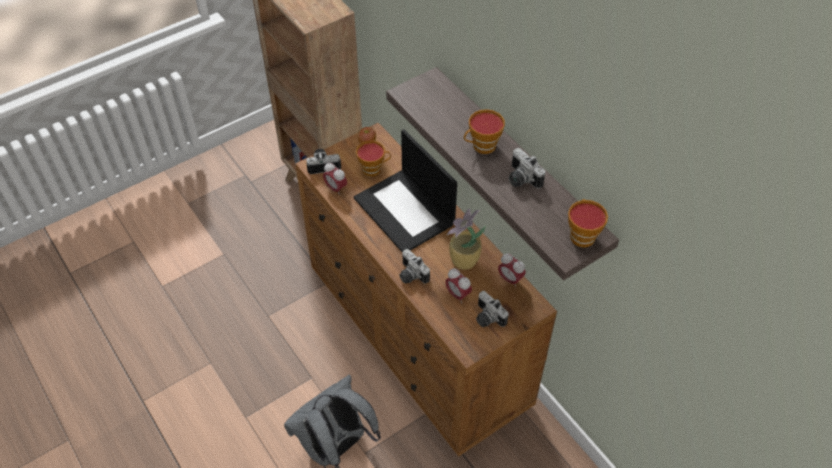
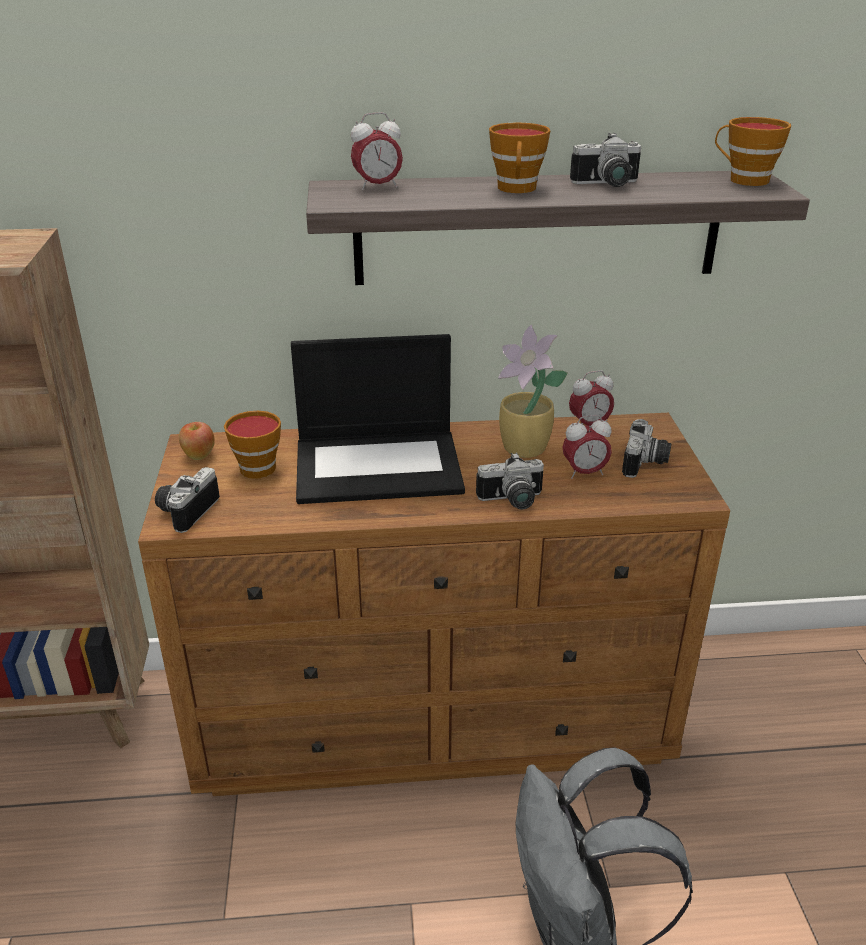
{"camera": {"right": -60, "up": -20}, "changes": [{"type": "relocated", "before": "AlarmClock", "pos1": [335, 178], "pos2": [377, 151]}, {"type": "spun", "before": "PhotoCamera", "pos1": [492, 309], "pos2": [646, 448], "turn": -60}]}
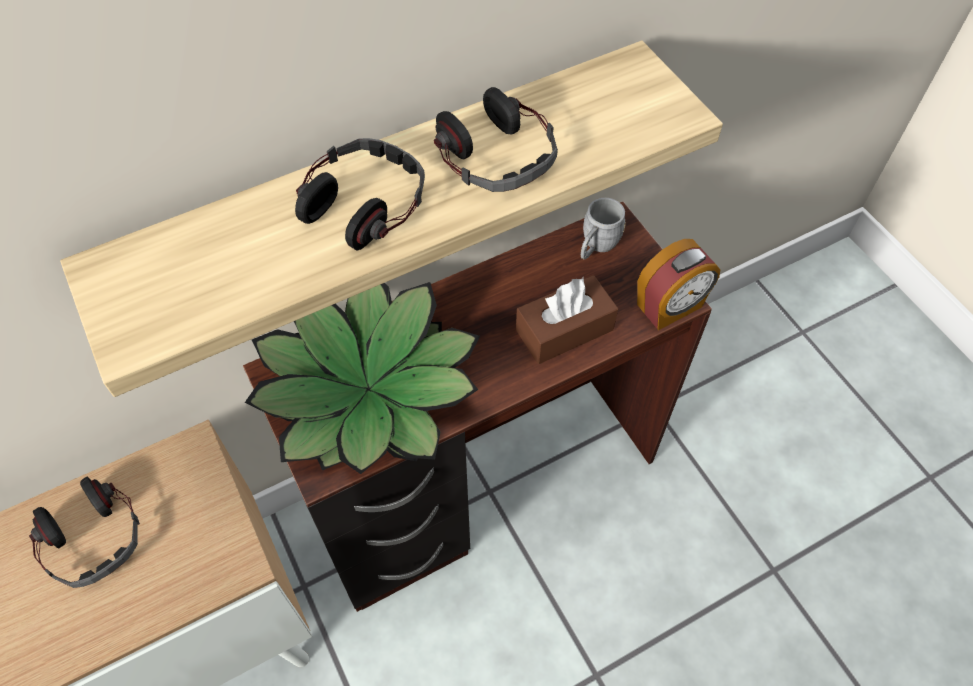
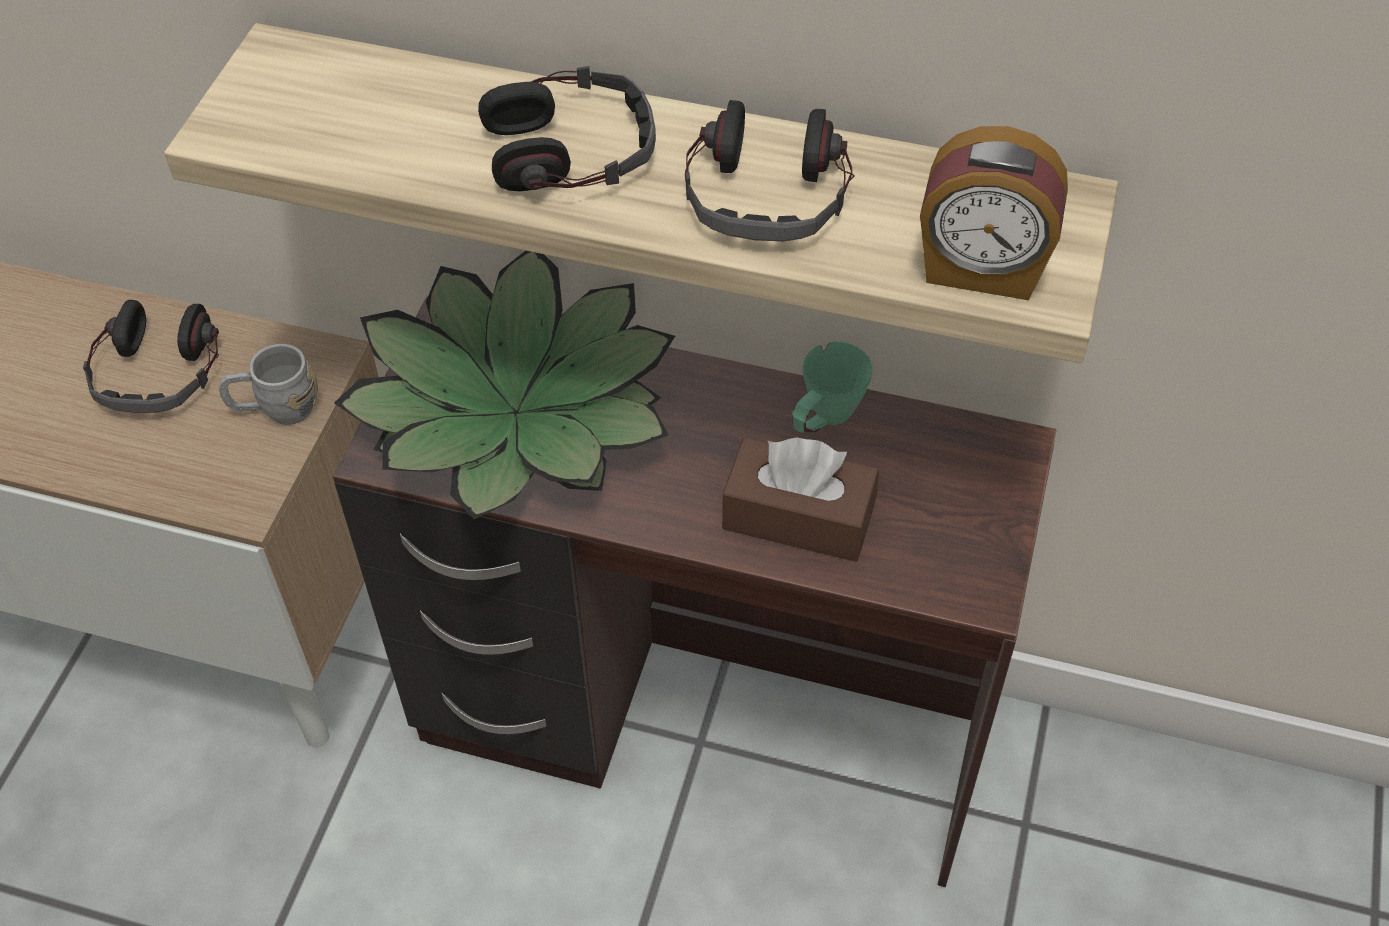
{"camera": {"right": 45, "up": -5}, "changes": [{"type": "relocated", "before": "GreyMug", "pos1": [603, 228], "pos2": [268, 384]}, {"type": "appeared", "after": "GreenMug", "pos2": [832, 387]}, {"type": "relocated", "before": "AlarmClock", "pos1": [678, 284], "pos2": [994, 213]}]}
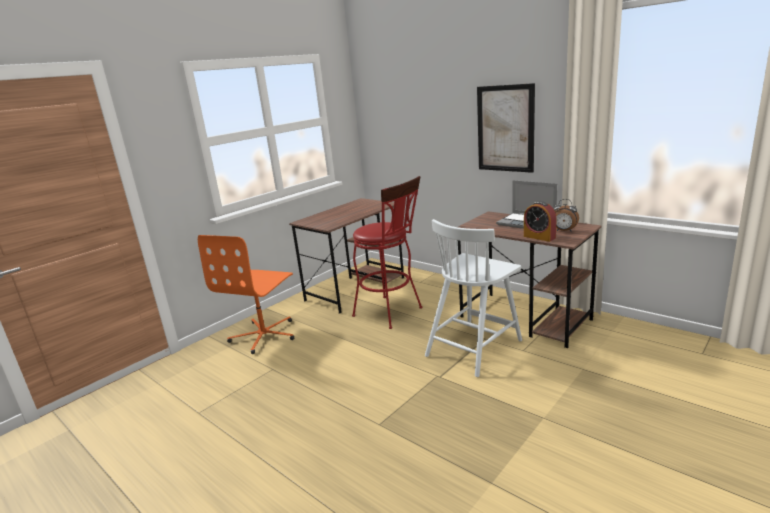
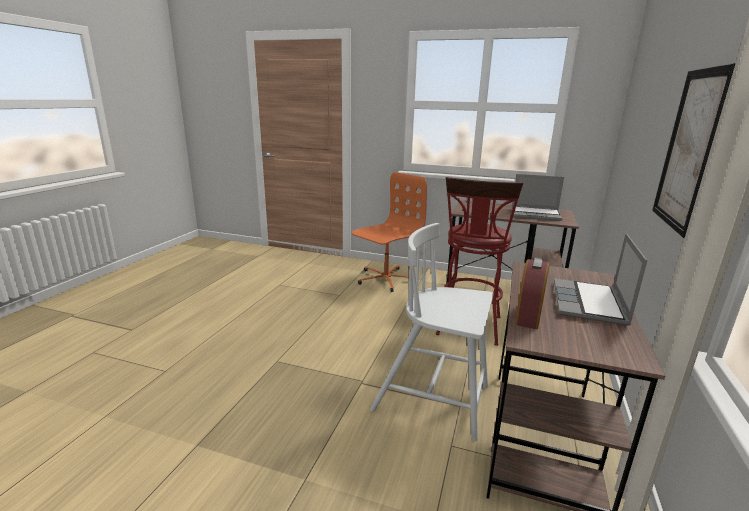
{"camera": {"right": 65, "up": 0}, "changes": [{"type": "spun", "before": "OrangeOfficeChair", "pos1": [246, 294], "pos2": [389, 232], "turn": 135}, {"type": "appeared", "after": "Laptop", "pos2": [538, 197]}, {"type": "missing", "before": "AlarmClock", "pos1": [566, 215]}]}
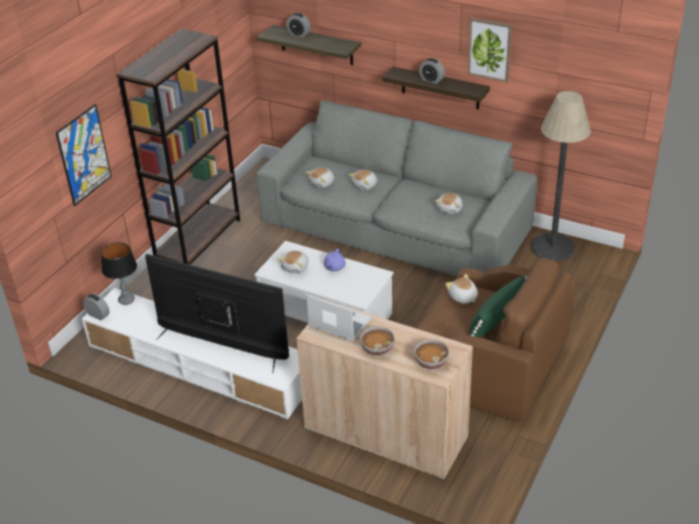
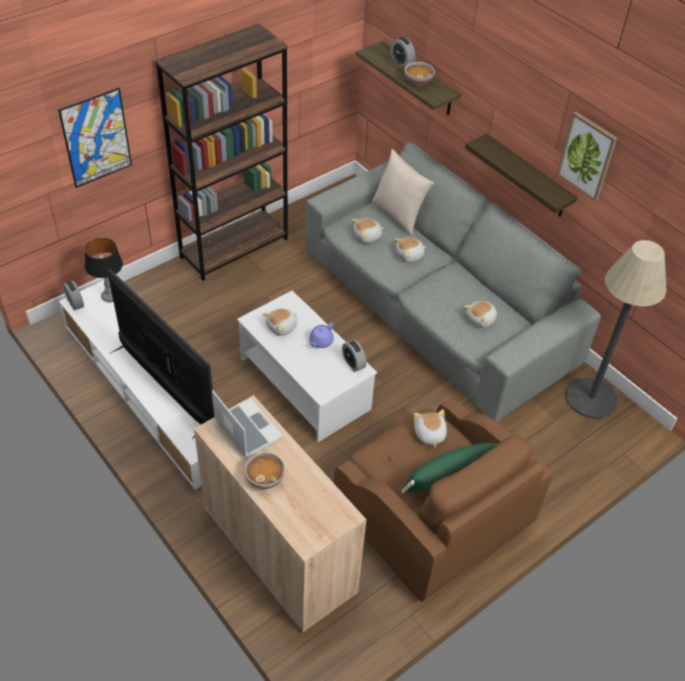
{"camera": {"right": 20, "up": 10}, "changes": [{"type": "relocated", "before": "AlarmClock", "pos1": [432, 71], "pos2": [354, 356]}, {"type": "appeared", "after": "BeigePillow", "pos2": [403, 192]}, {"type": "relocated", "before": "Bowl", "pos1": [431, 354], "pos2": [420, 74]}]}
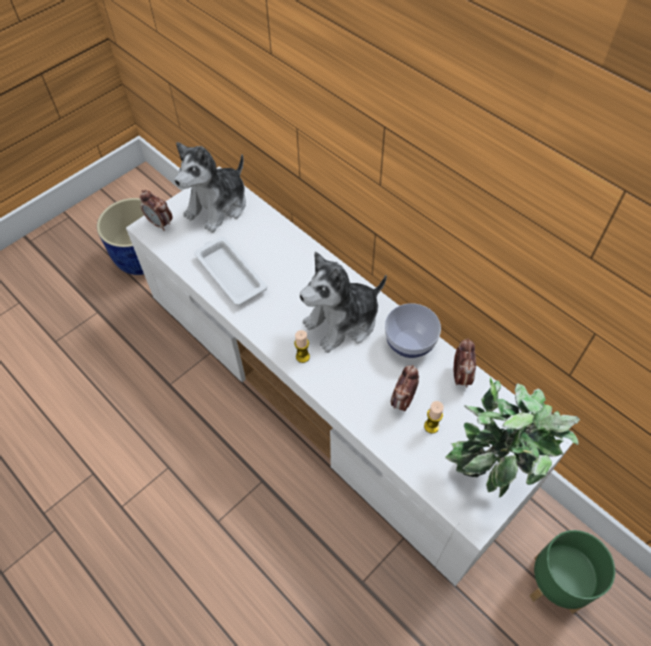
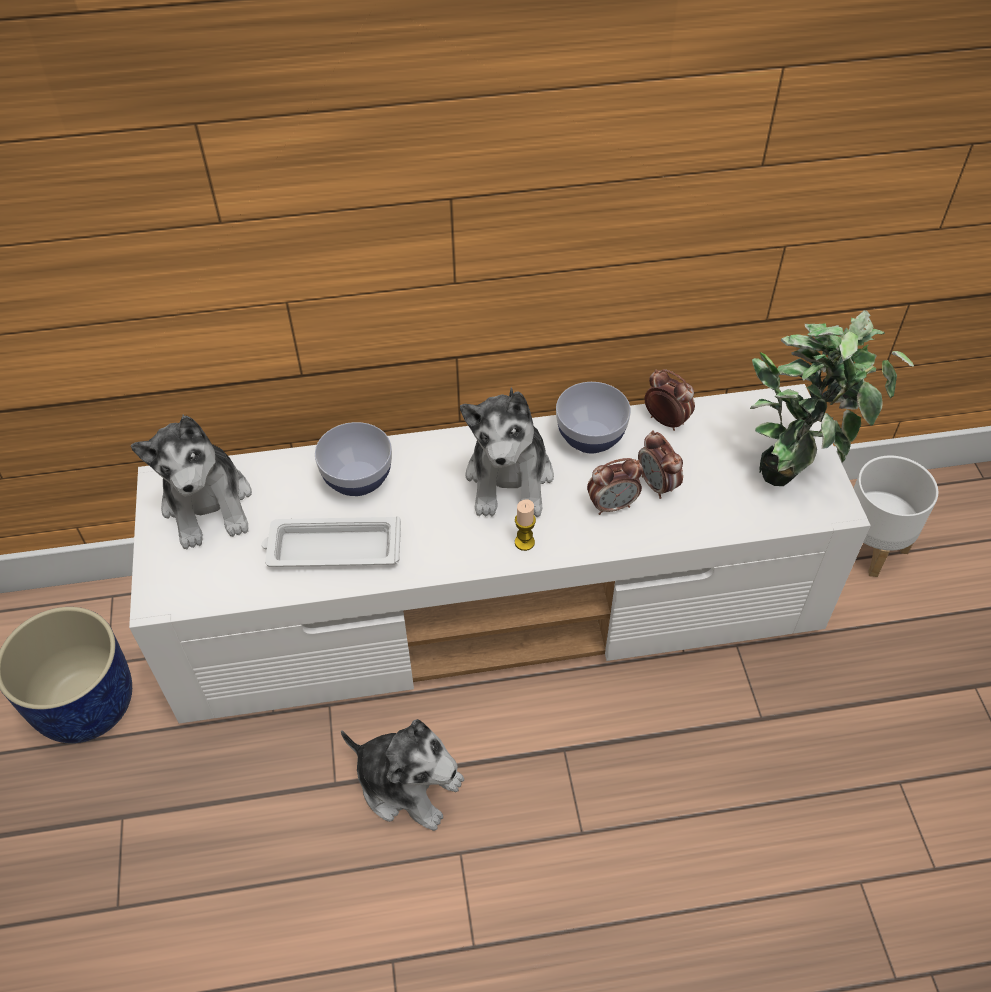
{"camera": {"right": -55, "up": -5}, "changes": [{"type": "appeared", "after": "Bowl", "pos2": [353, 459]}, {"type": "appeared", "after": "PlushToy", "pos2": [402, 775]}, {"type": "relocated", "before": "AlarmClock", "pos1": [156, 210], "pos2": [615, 486]}, {"type": "colour", "before": "GreenPlanter", "after": "WhitePlanter", "pos1": [572, 572], "pos2": [896, 516]}, {"type": "missing", "before": "Candle", "pos1": [434, 417]}]}
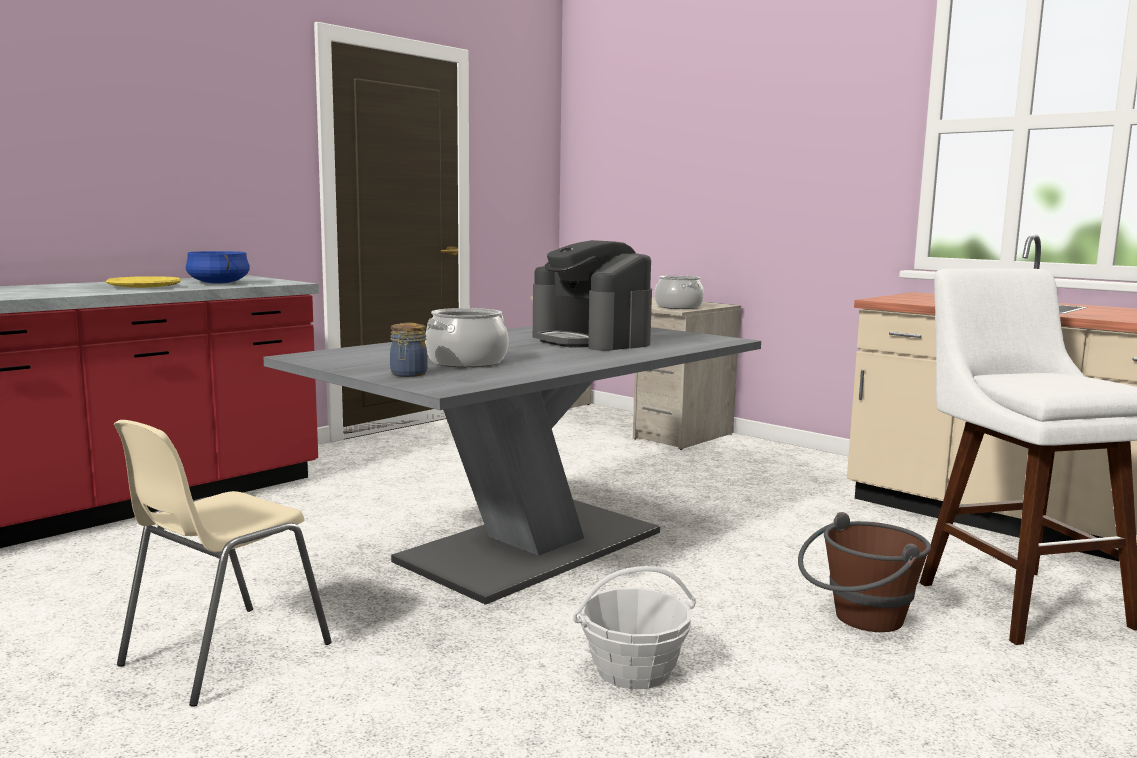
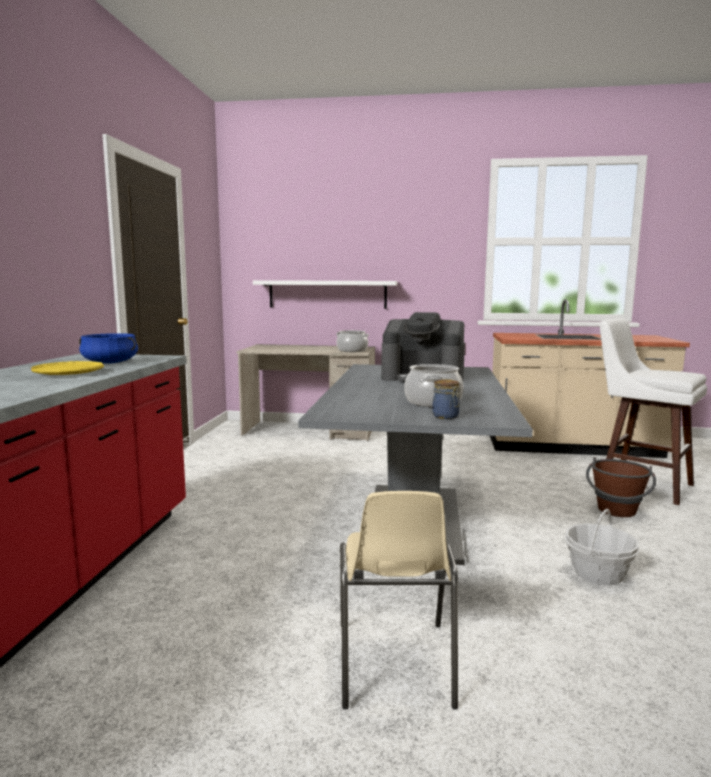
{"camera": {"right": -35, "up": 0}, "changes": [{"type": "appeared", "after": "WhiteShelf", "pos2": [325, 294]}]}
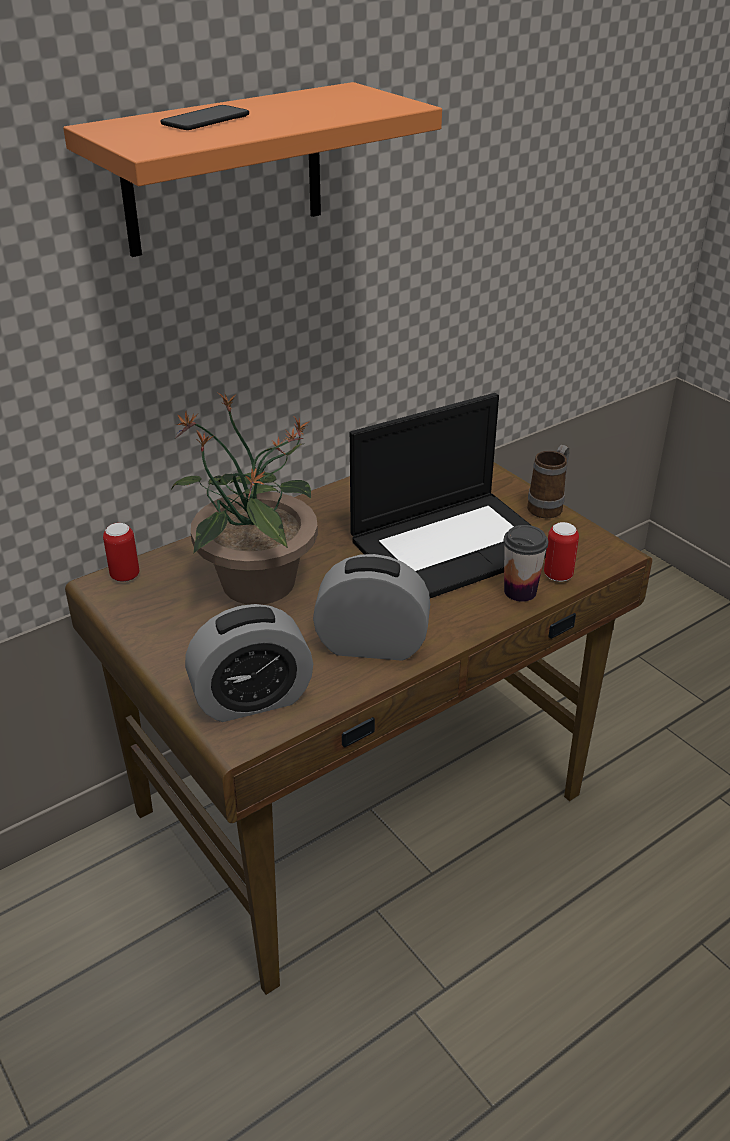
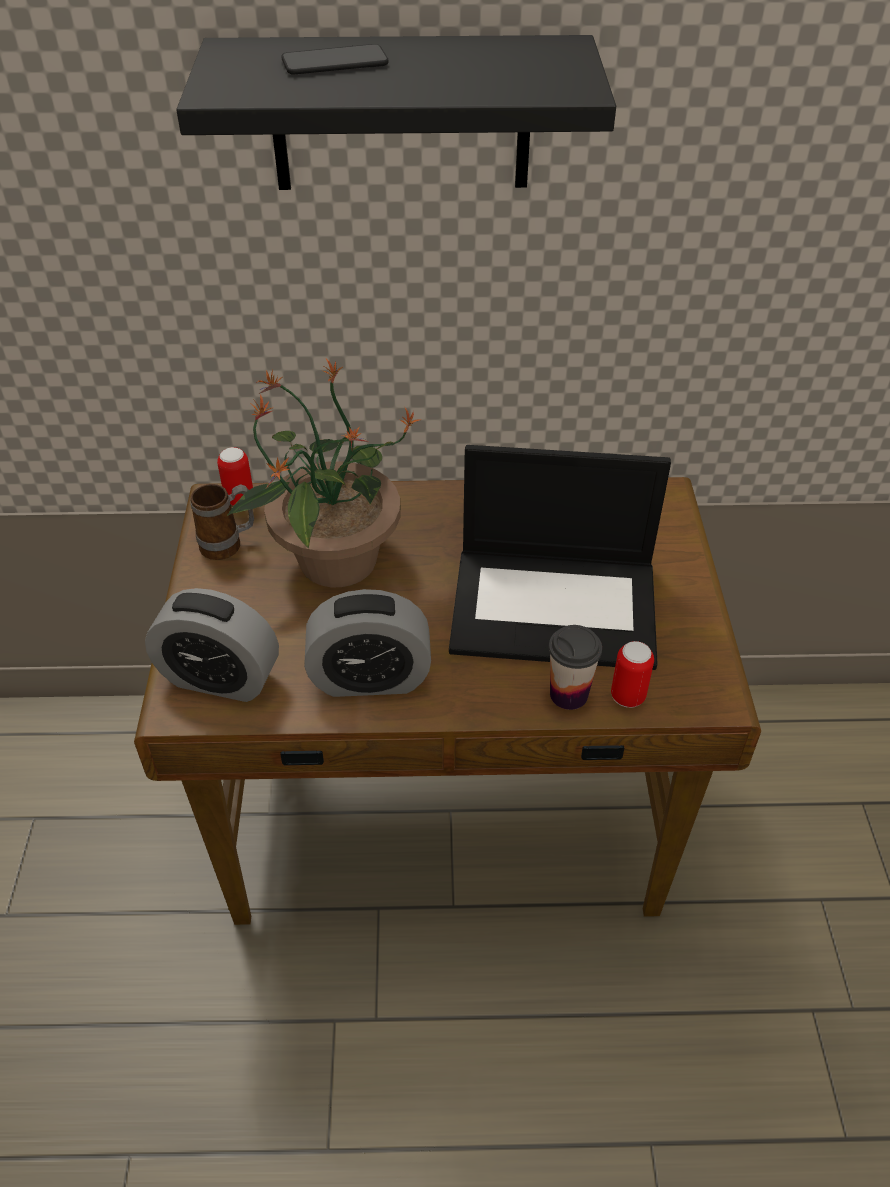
{"camera": {"right": 35, "up": 10}, "changes": [{"type": "colour", "before": "OrangeShelf", "after": "BlackShelf", "pos1": [252, 169], "pos2": [396, 112]}, {"type": "relocated", "before": "Mug", "pos1": [548, 481], "pos2": [222, 522]}, {"type": "spun", "before": "AlarmClock", "pos1": [371, 607], "pos2": [367, 643], "turn": 135}]}
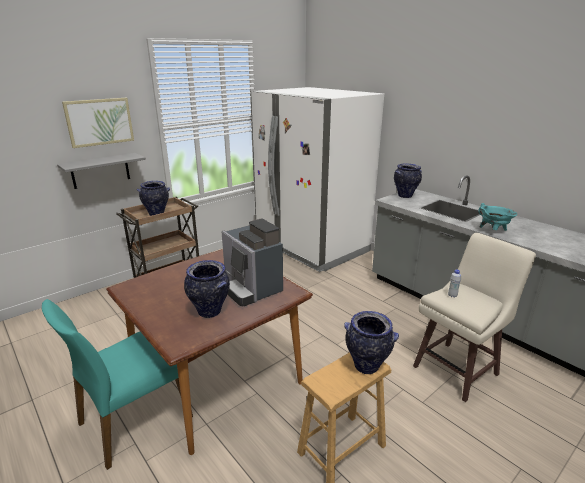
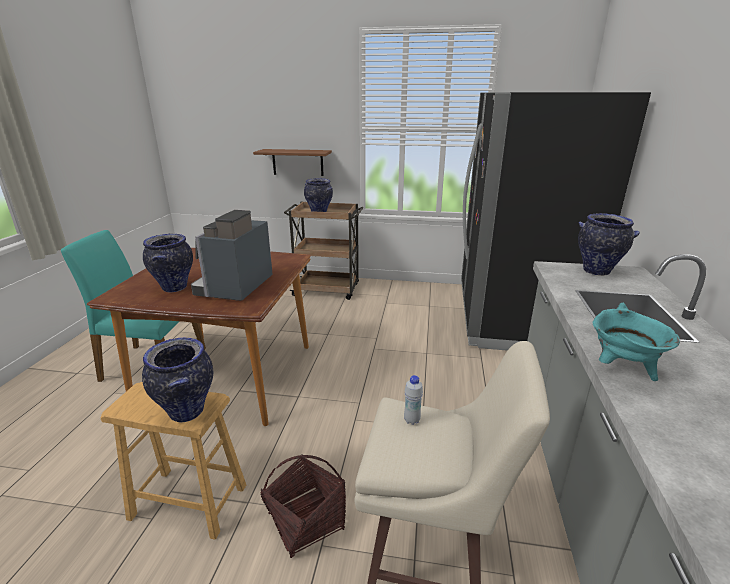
{"camera": {"right": 50, "up": 0}, "changes": [{"type": "colour", "before": "GreyShelf", "after": "BrownShelf", "pos1": [101, 171], "pos2": [292, 162]}, {"type": "appeared", "after": "Basket", "pos2": [303, 506]}, {"type": "colour", "before": "WhiteFridge", "after": "BlackFridge", "pos1": [317, 179], "pos2": [556, 221]}, {"type": "missing", "before": "Picture", "pos1": [98, 123]}]}
